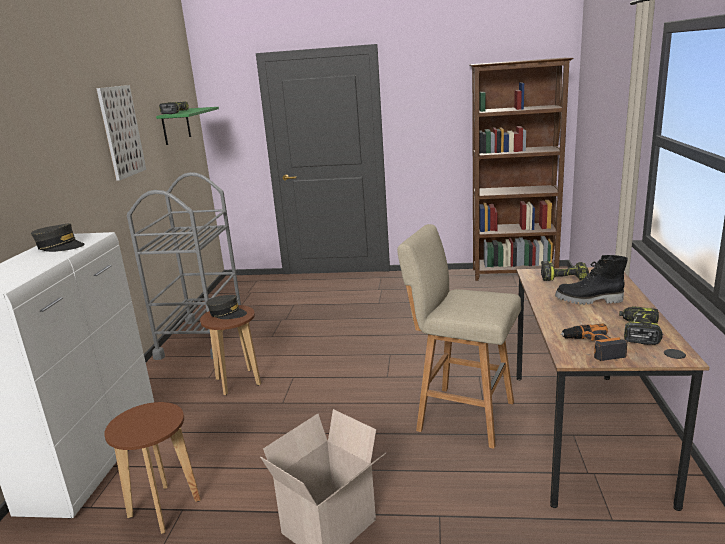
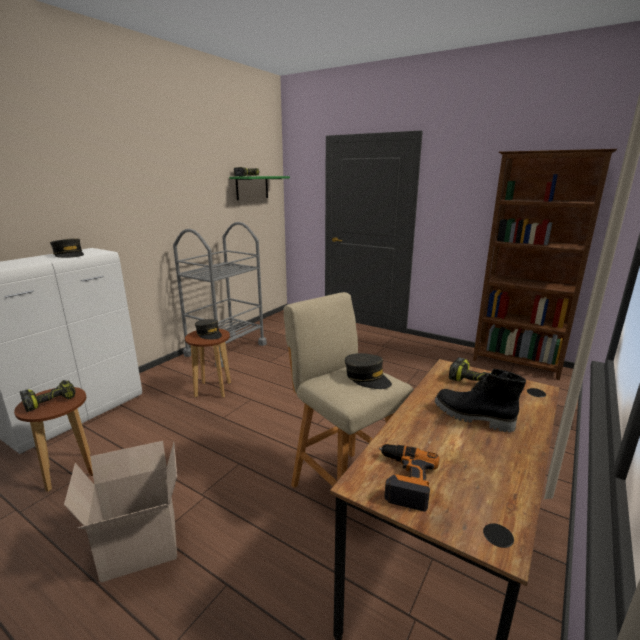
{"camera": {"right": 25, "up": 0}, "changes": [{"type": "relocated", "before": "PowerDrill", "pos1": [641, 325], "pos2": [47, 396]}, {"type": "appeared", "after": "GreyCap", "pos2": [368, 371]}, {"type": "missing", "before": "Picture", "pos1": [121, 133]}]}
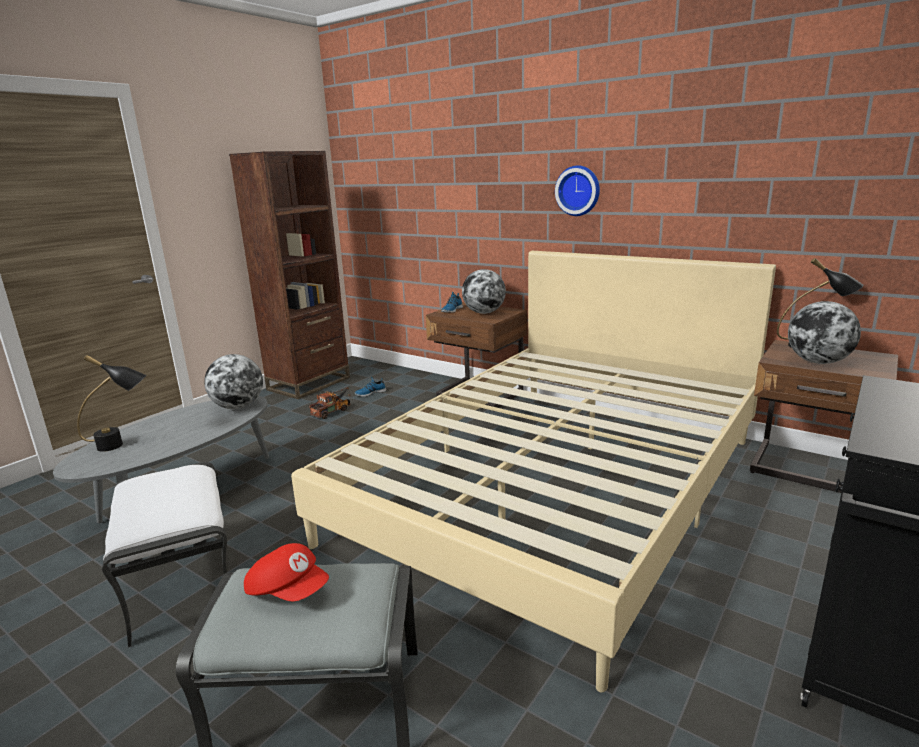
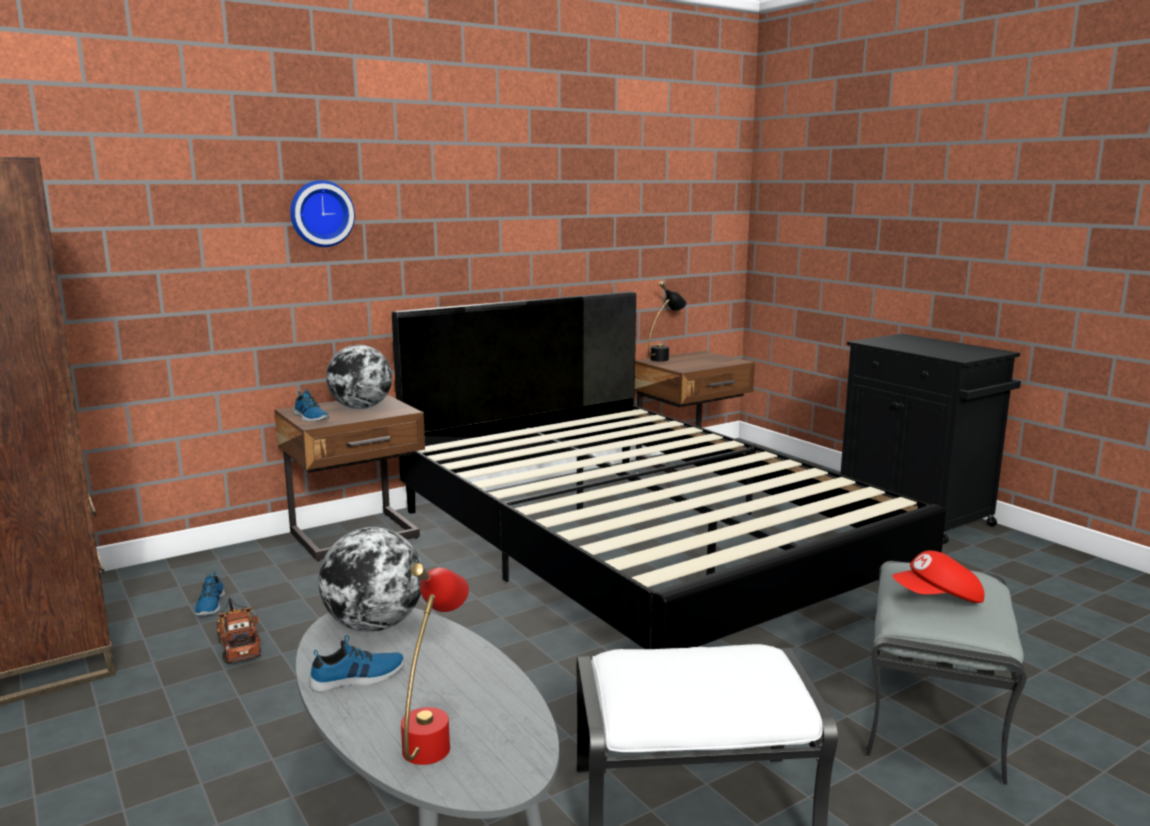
{"camera": {"right": -70, "up": -5}, "changes": [{"type": "relocated", "before": "WallClock", "pos1": [577, 190], "pos2": [322, 213]}, {"type": "appeared", "after": "Shoe", "pos2": [356, 663]}, {"type": "colour", "before": "BeigeBed", "after": "BlackBed", "pos1": [533, 471], "pos2": [669, 470]}, {"type": "colour", "before": "BlackTableLamp", "after": "RedTableLamp", "pos1": [112, 403], "pos2": [435, 664]}, {"type": "spun", "before": "RedCap", "pos1": [286, 572], "pos2": [938, 577], "turn": -150}, {"type": "missing", "before": "Globe", "pos1": [824, 332]}]}
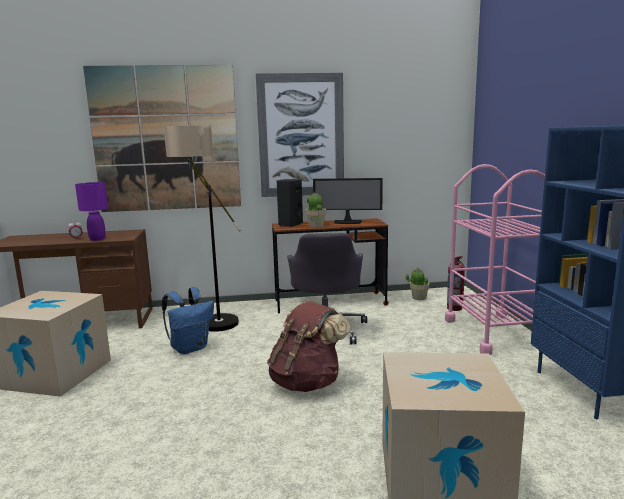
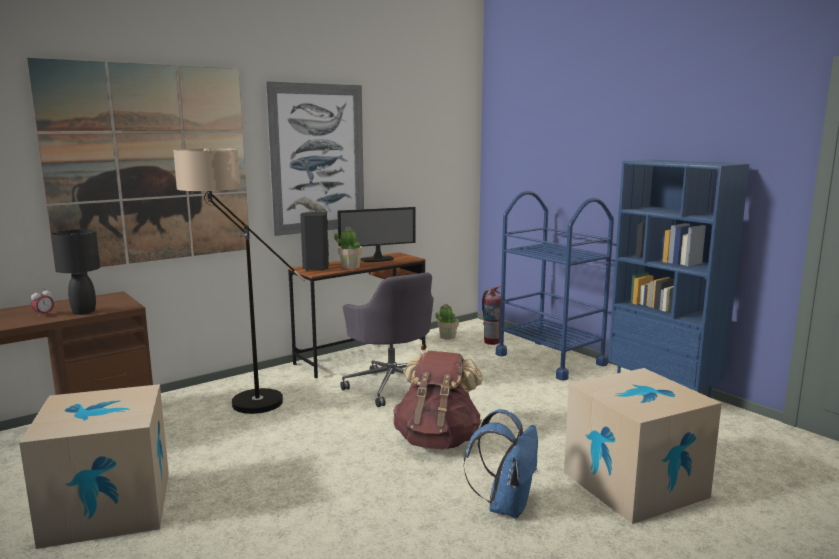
{"camera": {"right": -30, "up": 0}, "changes": [{"type": "colour", "before": "PurpleTableLamp", "after": "BlackTableLamp", "pos1": [91, 211], "pos2": [75, 272]}, {"type": "relocated", "before": "BlueBackpack", "pos1": [188, 320], "pos2": [501, 463]}, {"type": "colour", "before": "PinkCart", "after": "BlueCart", "pos1": [495, 259], "pos2": [555, 286]}]}
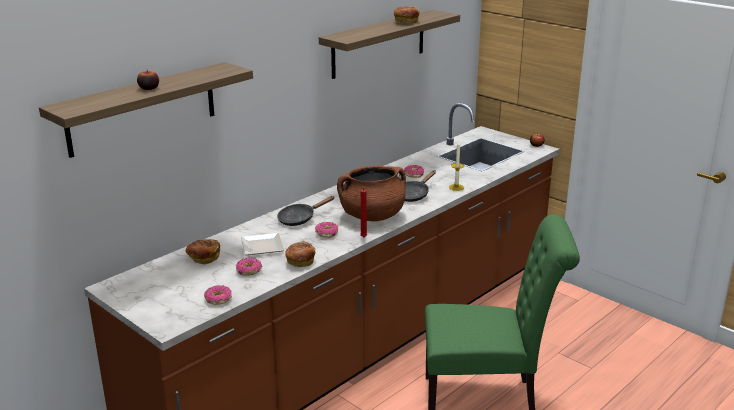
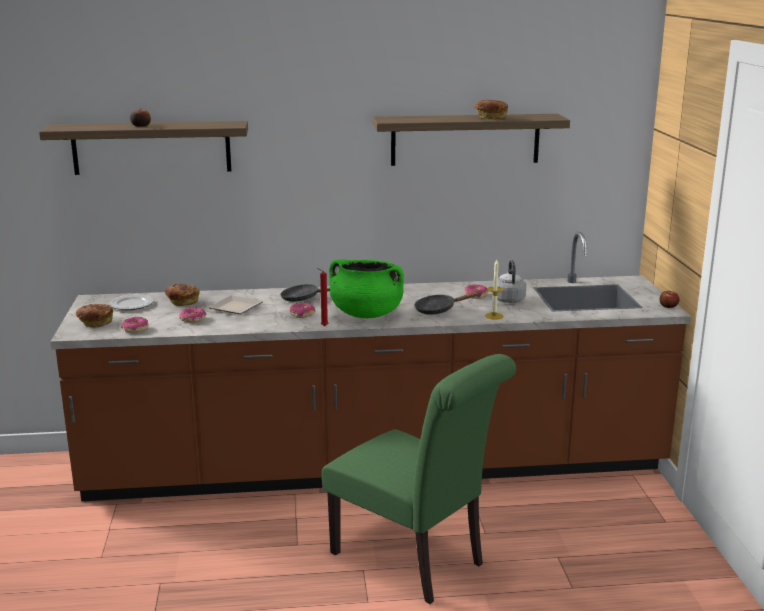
{"camera": {"right": 40, "up": -5}, "changes": [{"type": "relocated", "before": "Bread", "pos1": [300, 254], "pos2": [94, 316]}, {"type": "appeared", "after": "Plate", "pos2": [132, 302]}, {"type": "colour", "before": "BrownCookingPot", "after": "GreenCookingPot", "pos1": [371, 193], "pos2": [366, 289]}, {"type": "appeared", "after": "GreyKettle", "pos2": [509, 281]}]}
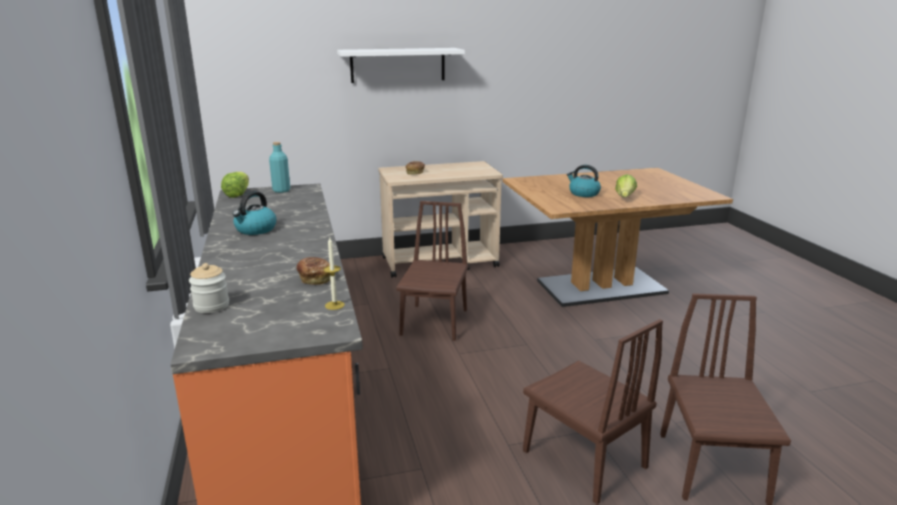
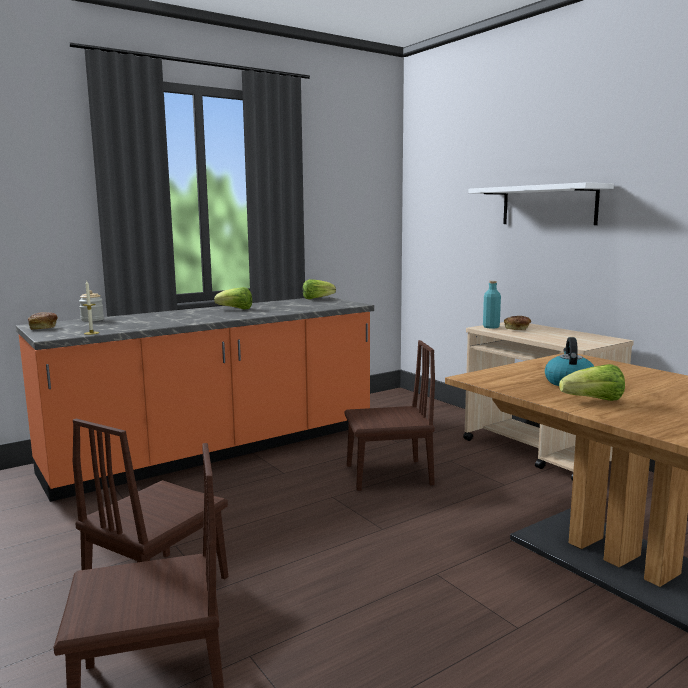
{"camera": {"right": 70, "up": -10}, "changes": [{"type": "relocated", "before": "Bread", "pos1": [313, 271], "pos2": [43, 321]}, {"type": "exchanged", "before": "Kettle", "after": "Lettuce", "pos1": [255, 213], "pos2": [233, 298]}, {"type": "relocated", "before": "TurquoiseBottle", "pos1": [279, 167], "pos2": [492, 304]}]}
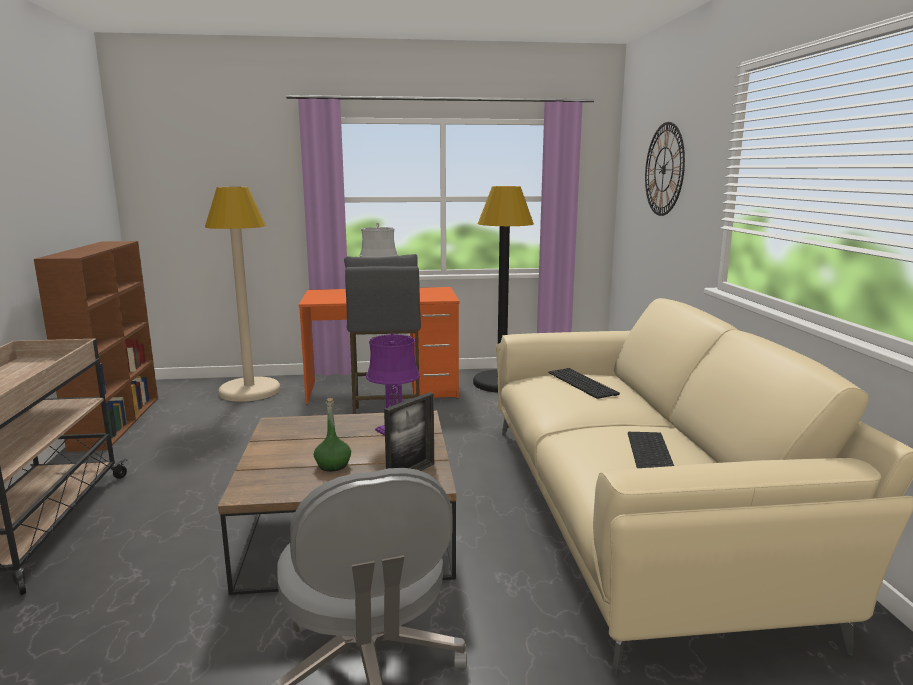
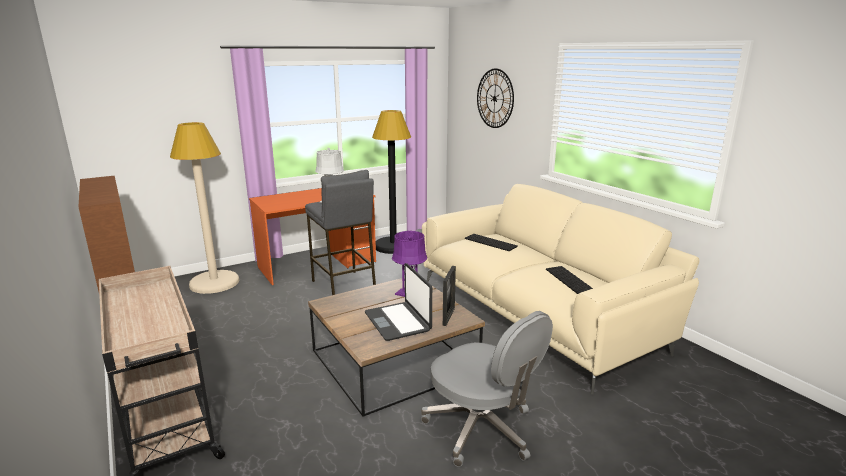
{"camera": {"right": -25, "up": 5}, "changes": [{"type": "exchanged", "before": "GreenBottle", "after": "Laptop", "pos1": [332, 434], "pos2": [398, 302]}]}
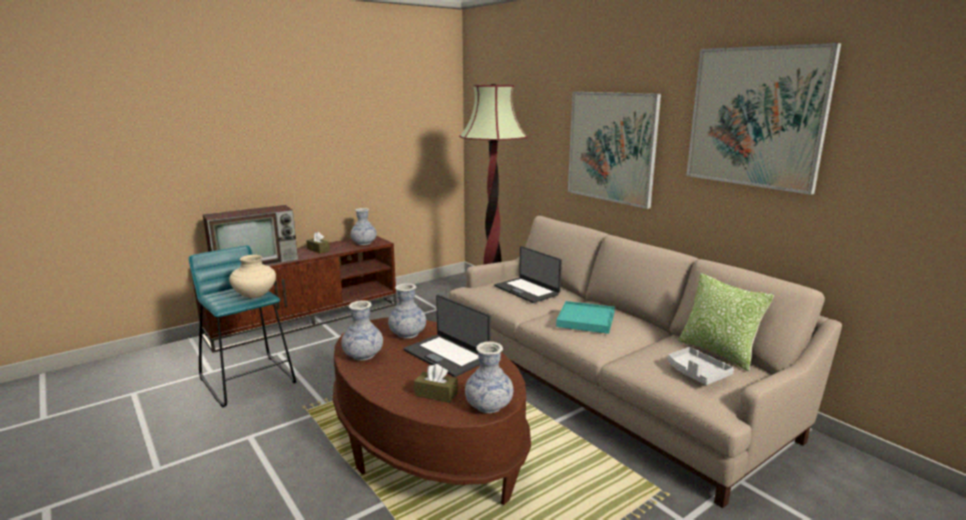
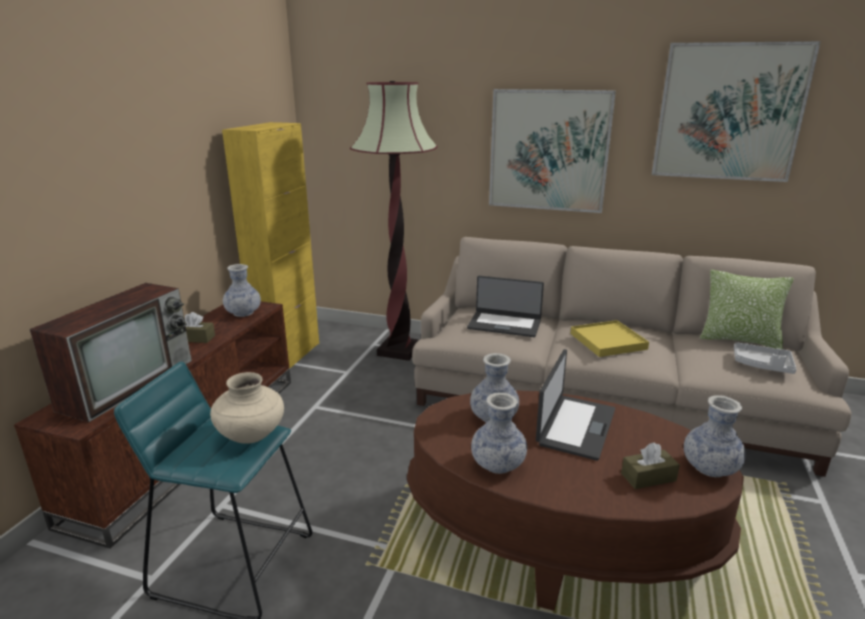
{"camera": {"right": -35, "up": 5}, "changes": [{"type": "appeared", "after": "YellowCabinet", "pos2": [270, 245]}, {"type": "spun", "before": "Laptop", "pos1": [447, 336], "pos2": [575, 405], "turn": -75}, {"type": "colour", "before": "TurquoiseTray", "after": "YellowTray", "pos1": [585, 317], "pos2": [610, 338]}]}
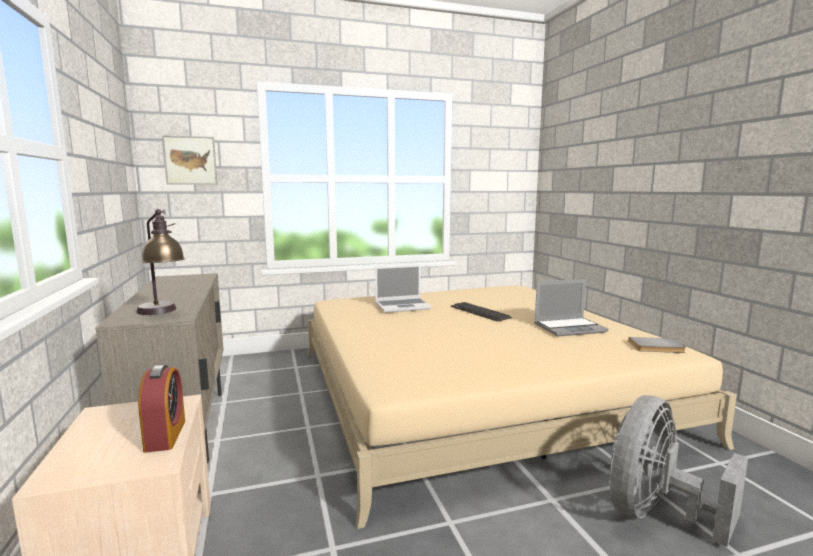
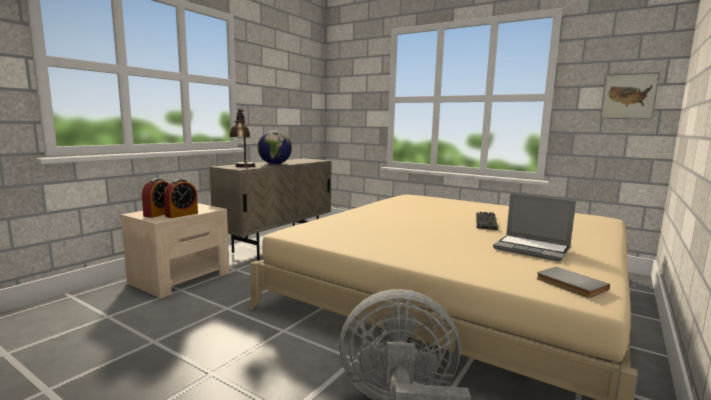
{"camera": {"right": 50, "up": 0}, "changes": [{"type": "appeared", "after": "AlarmClock", "pos2": [155, 198]}, {"type": "appeared", "after": "Globe", "pos2": [275, 147]}, {"type": "relocated", "before": "Picture", "pos1": [189, 160], "pos2": [630, 95]}, {"type": "missing", "before": "Laptop", "pos1": [403, 289]}]}
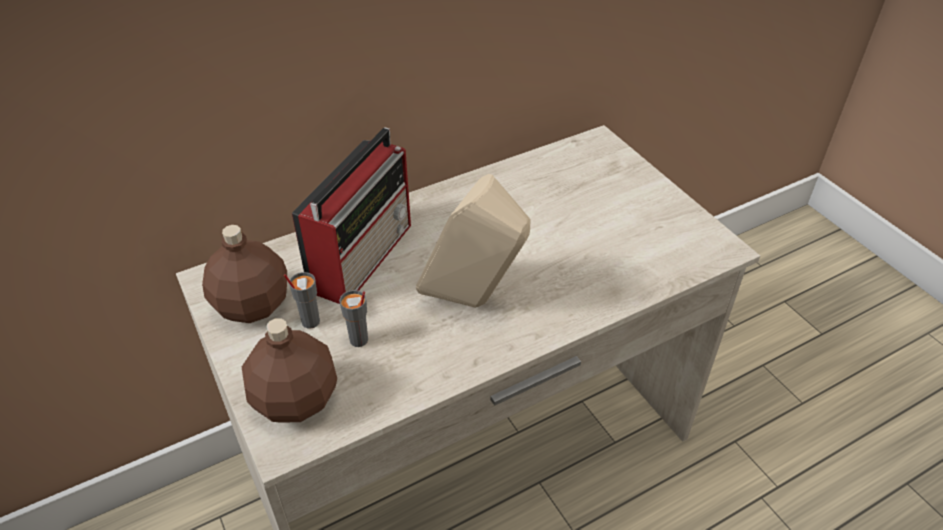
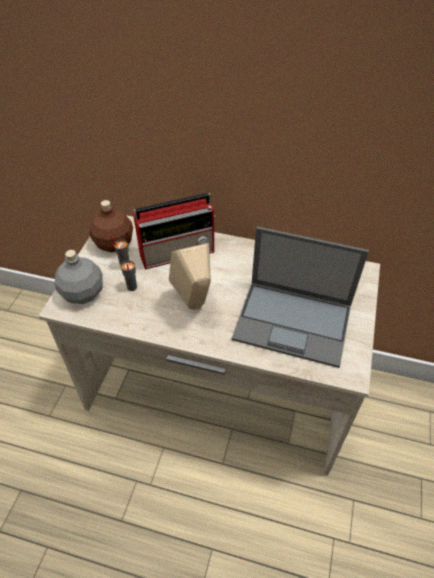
{"camera": {"right": 45, "up": 5}, "changes": [{"type": "colour", "before": "BrownBottle", "after": "GreyBottle", "pos1": [289, 370], "pos2": [79, 277]}, {"type": "appeared", "after": "Laptop", "pos2": [300, 297]}]}
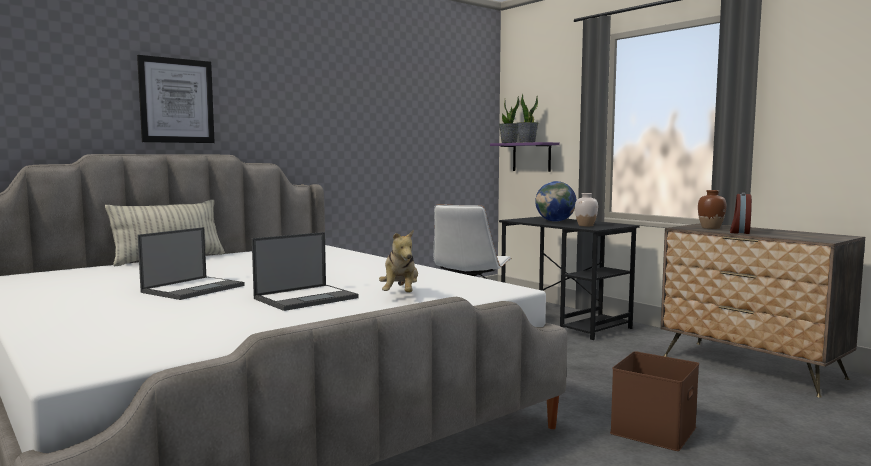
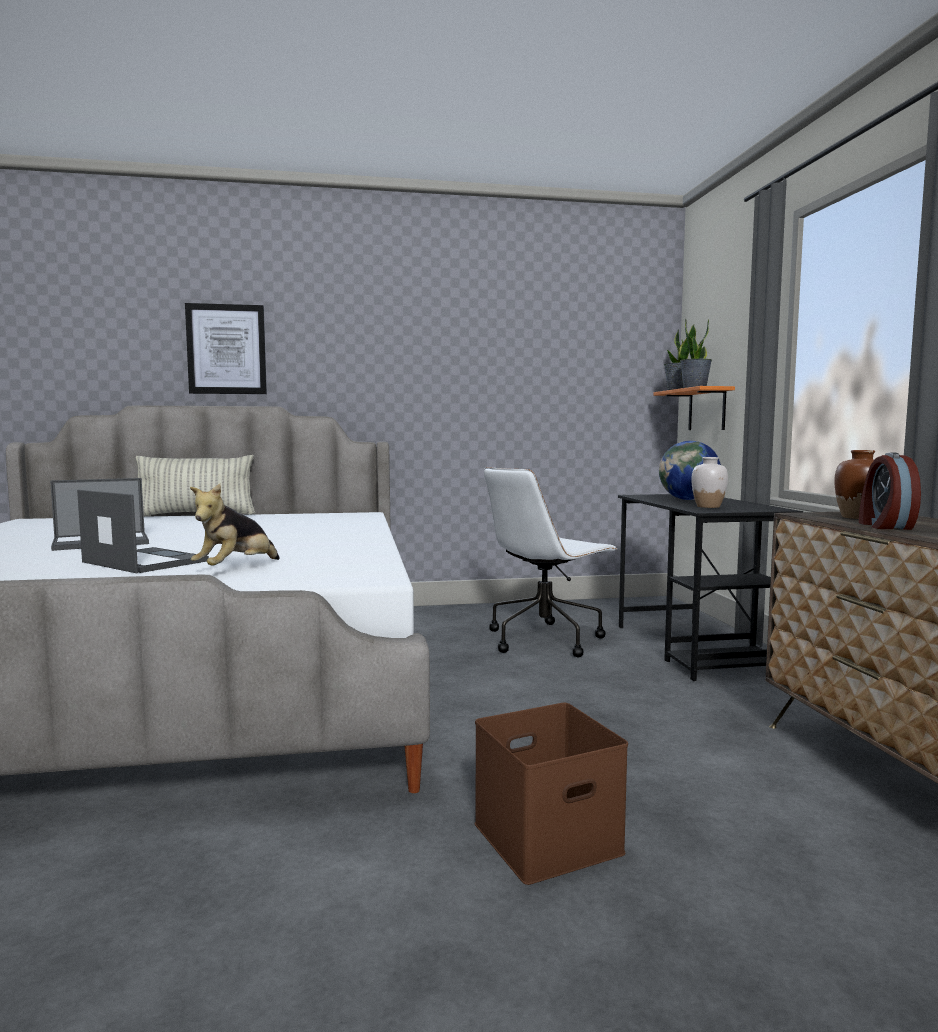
{"camera": {"right": 30, "up": 0}, "changes": [{"type": "spun", "before": "Laptop", "pos1": [305, 271], "pos2": [143, 531], "turn": -135}, {"type": "colour", "before": "PurpleShelf", "after": "OrangeShelf", "pos1": [525, 157], "pos2": [694, 408]}, {"type": "spun", "before": "AlarmClock", "pos1": [741, 213], "pos2": [890, 491], "turn": -45}]}
